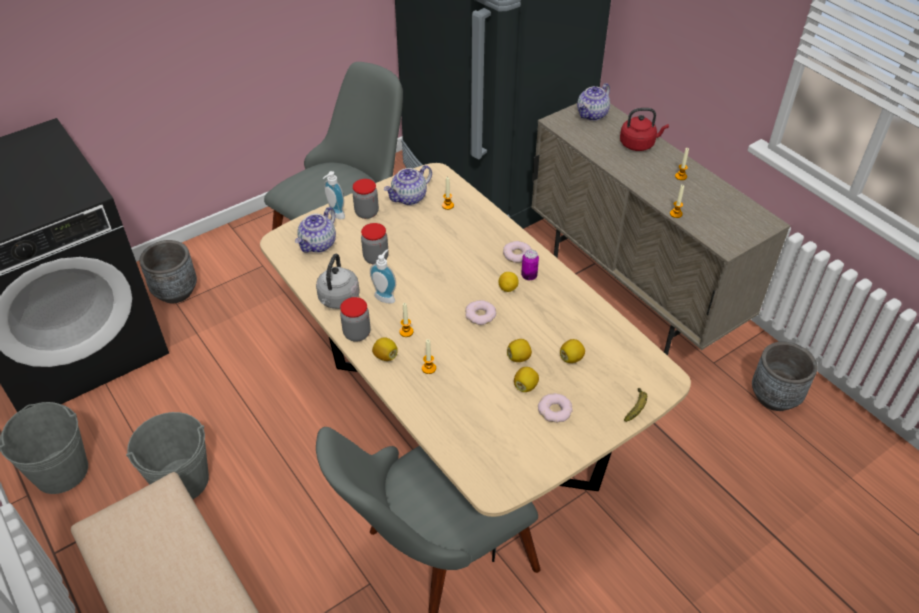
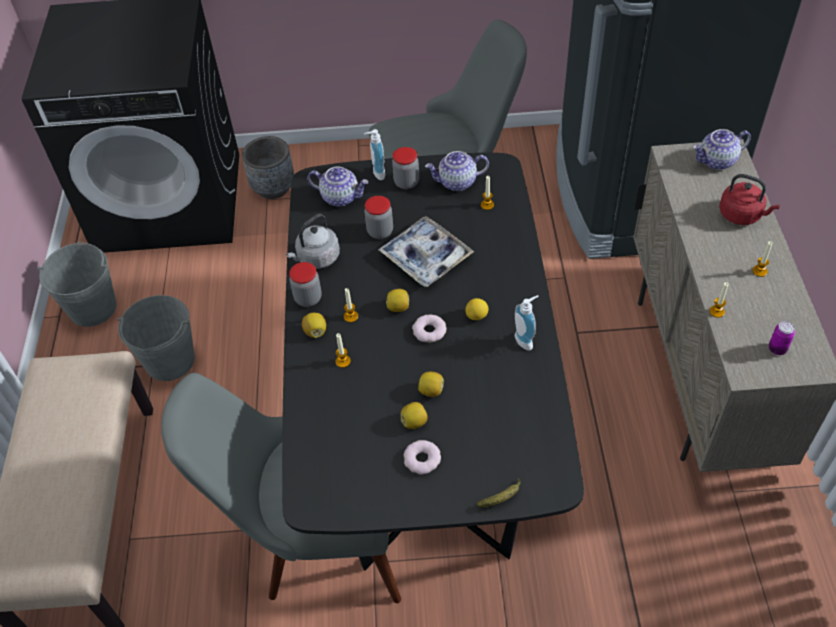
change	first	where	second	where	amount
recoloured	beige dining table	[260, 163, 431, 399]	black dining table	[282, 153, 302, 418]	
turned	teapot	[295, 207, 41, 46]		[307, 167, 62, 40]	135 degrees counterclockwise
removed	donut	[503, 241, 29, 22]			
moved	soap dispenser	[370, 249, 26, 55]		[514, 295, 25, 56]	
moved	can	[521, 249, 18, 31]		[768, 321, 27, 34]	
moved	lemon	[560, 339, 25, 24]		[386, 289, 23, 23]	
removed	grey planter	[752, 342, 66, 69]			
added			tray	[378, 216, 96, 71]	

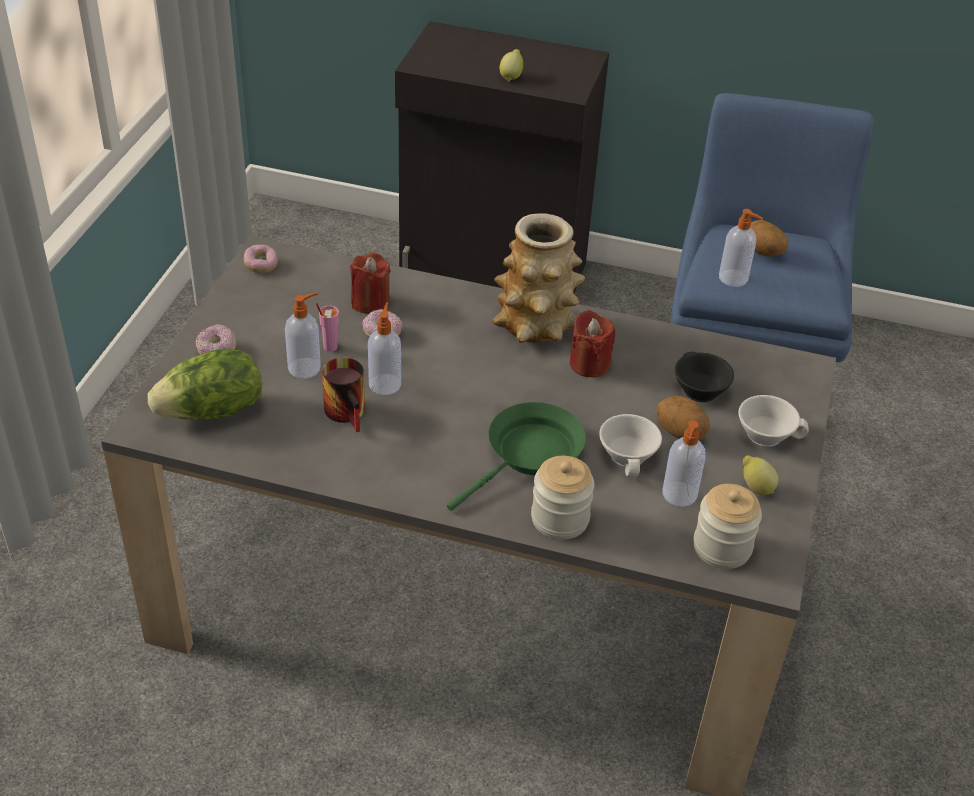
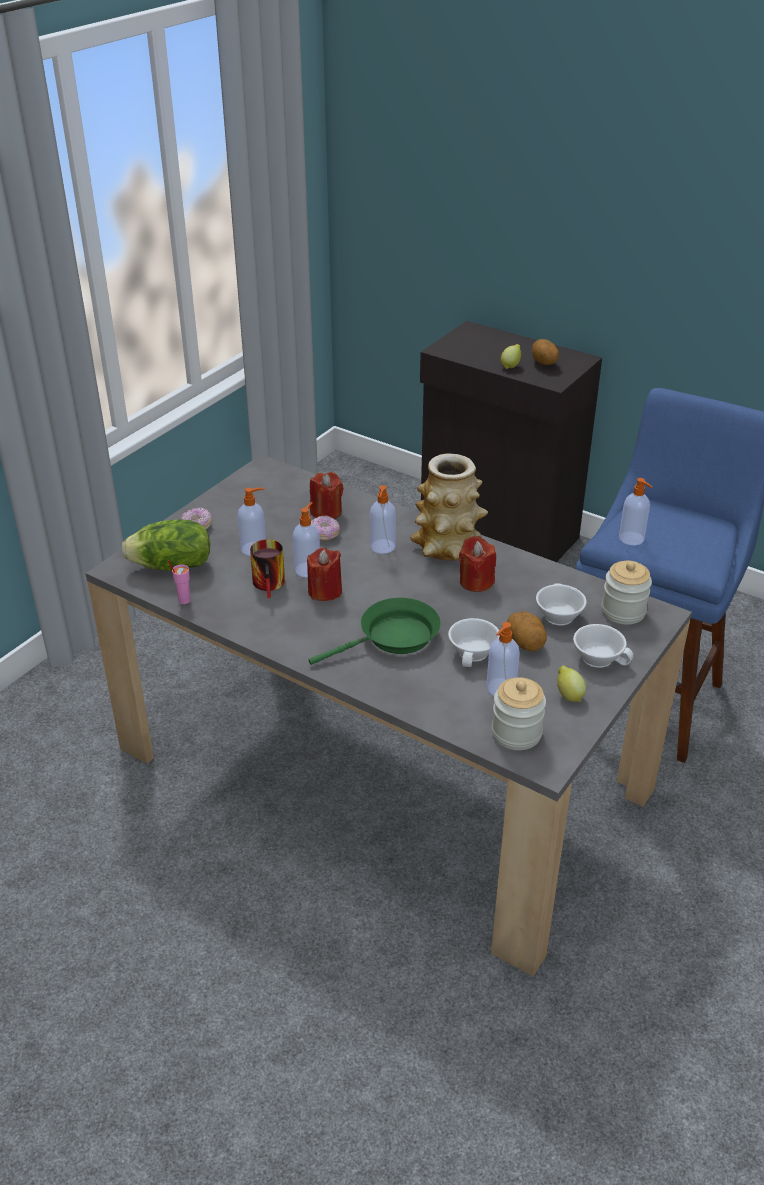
change	first	where	second	where	amount
moved	potato	[750, 220, 38, 37]		[532, 339, 27, 26]	
removed	donut	[244, 245, 34, 28]			
moved	pink cup	[316, 303, 23, 49]		[168, 560, 23, 44]	
recoloured	black cup	[675, 352, 59, 50]	white cup	[536, 583, 51, 42]	
moved	jar	[531, 456, 64, 84]		[601, 561, 51, 64]	
added			soap dispenser	[370, 485, 26, 69]	
added			red candle	[307, 548, 35, 53]	

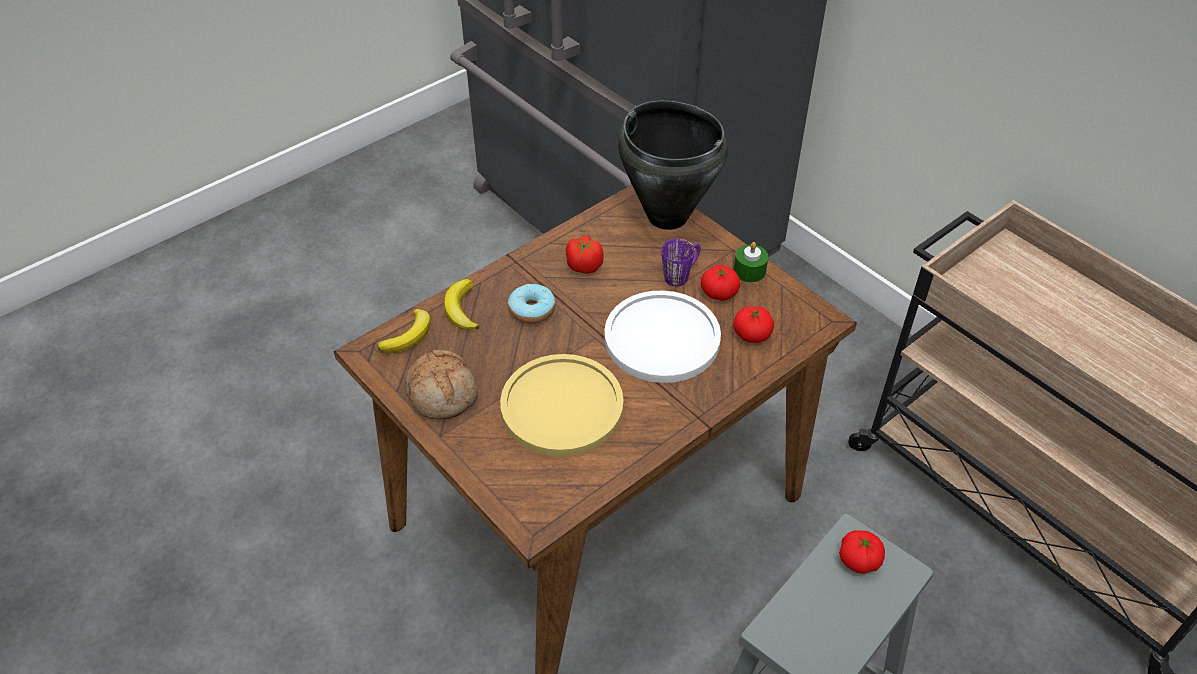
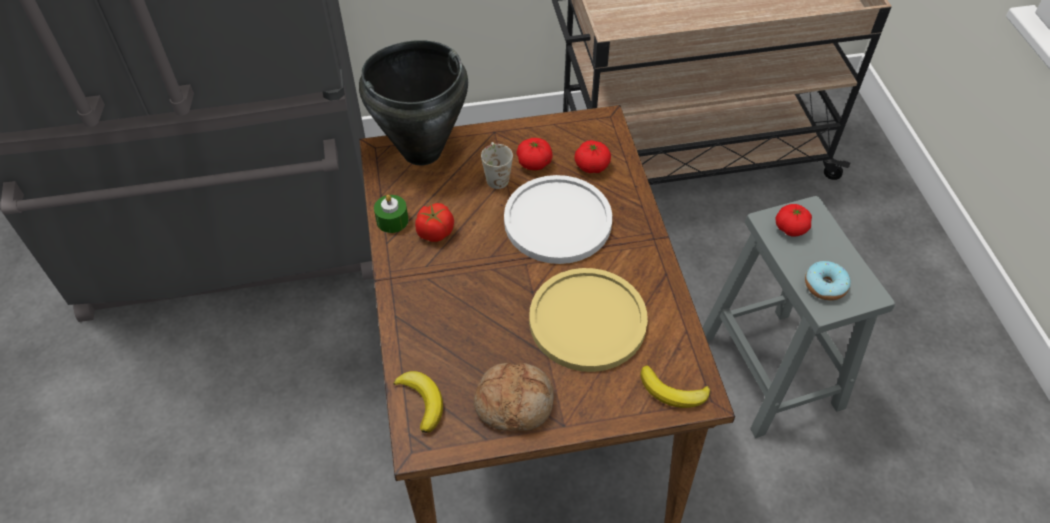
change	first	where	second	where	amount
recoloured	purple mug	[661, 239, 40, 47]	white mug	[481, 142, 32, 47]	
moved	green candle	[734, 242, 34, 40]		[374, 194, 35, 39]	
moved	banana	[444, 279, 36, 51]		[640, 365, 70, 43]	
moved	donut	[508, 284, 47, 40]		[805, 261, 46, 40]	

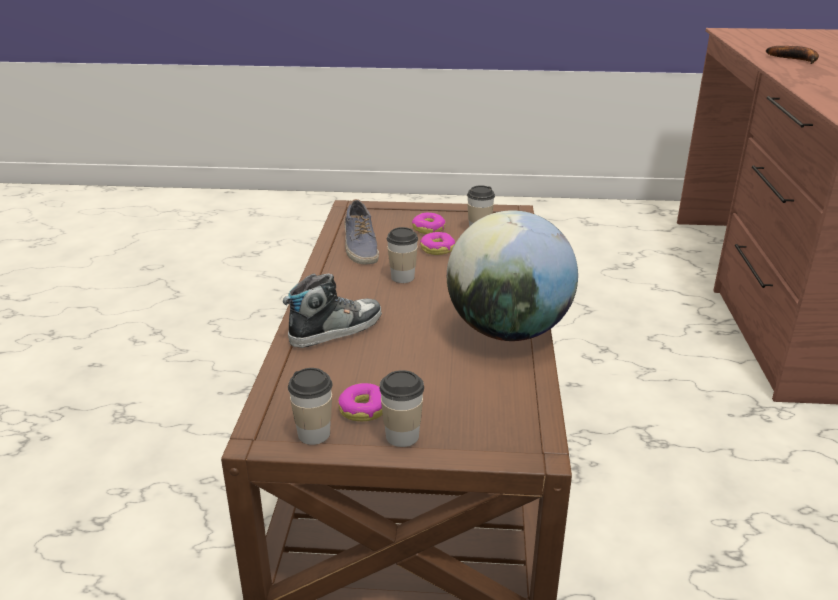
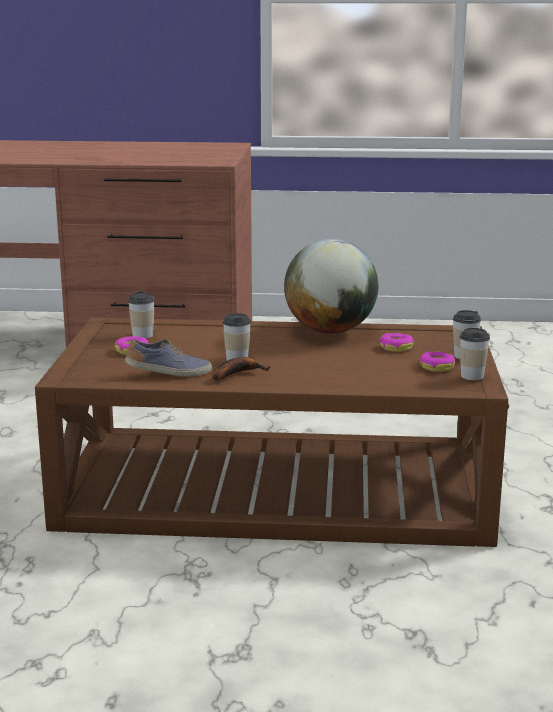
change	first	where	second	where	amount
moved	banana	[766, 46, 53, 18]		[212, 357, 58, 24]	
moved	donut	[420, 232, 35, 23]		[379, 333, 35, 19]	
removed	shoe	[283, 274, 99, 74]			

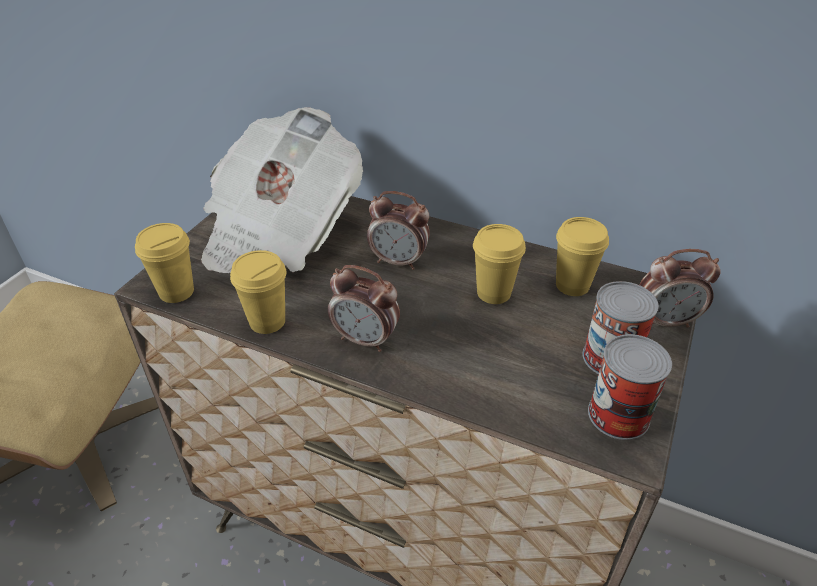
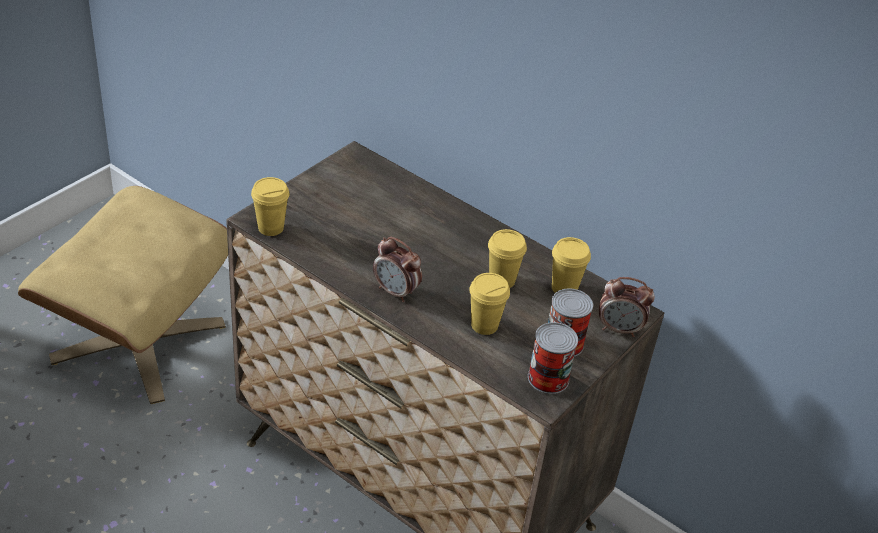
change	first	where	second	where	amount
removed	newspaper	[201, 107, 162, 166]			
removed	alarm clock	[367, 191, 63, 79]			
moved	yellow cup	[230, 250, 56, 84]		[469, 273, 41, 62]	

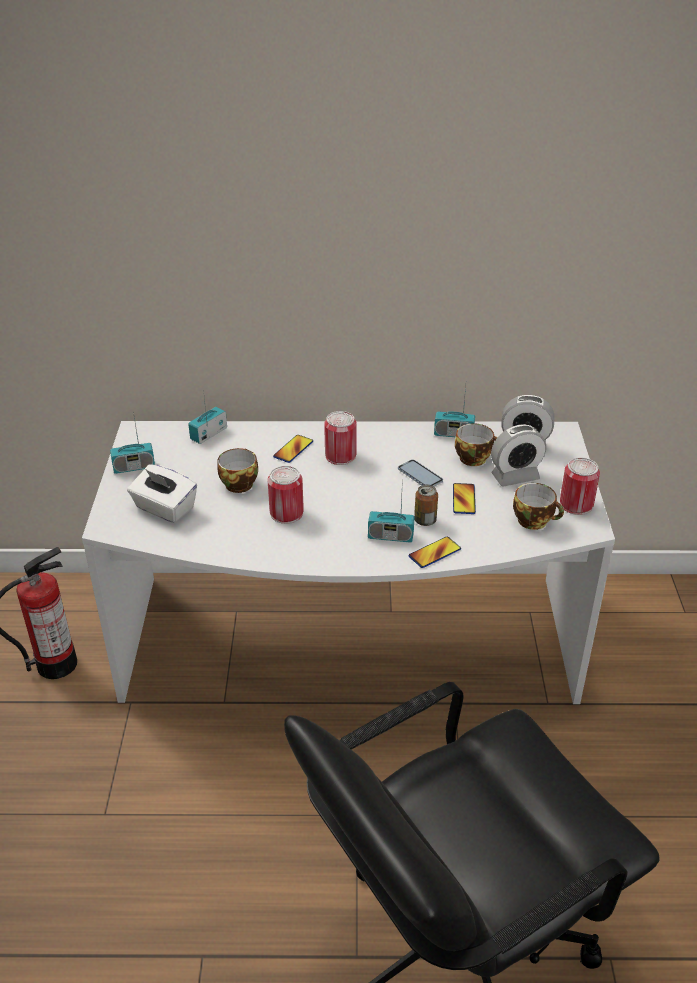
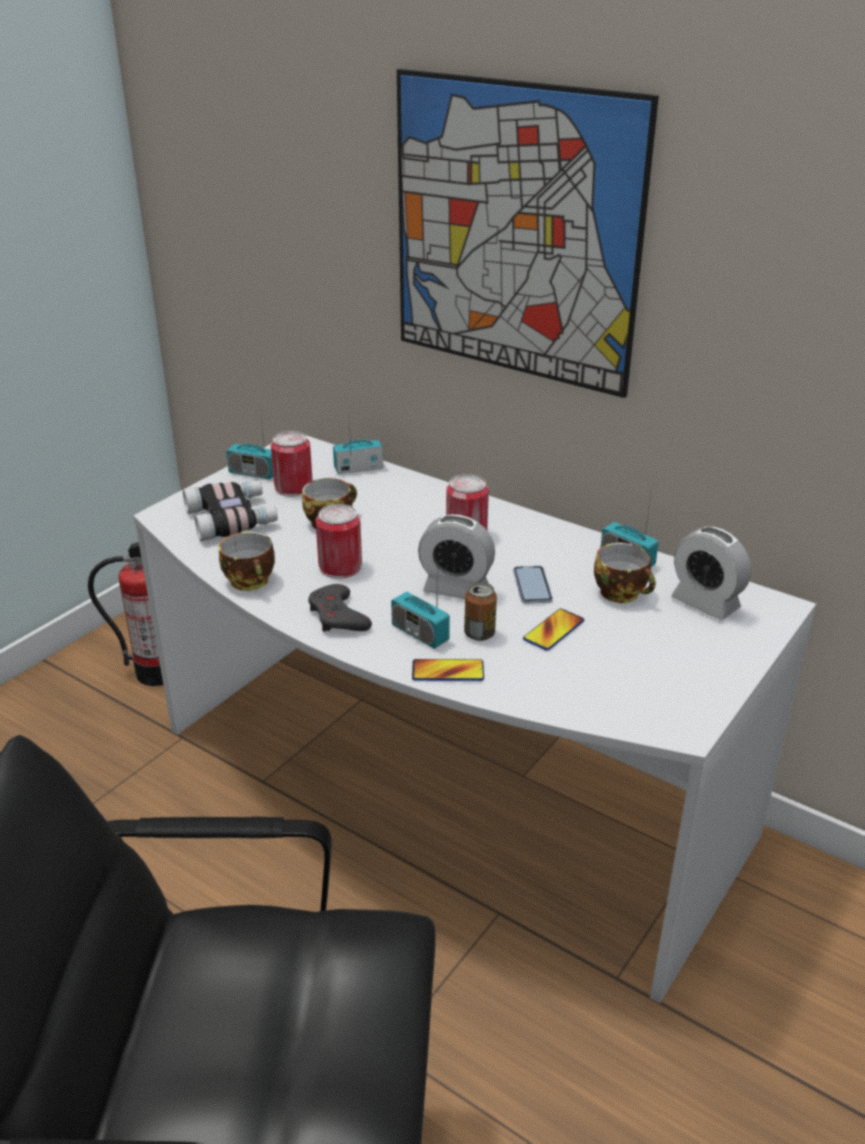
change	first	where	second	where	amount
moved	alarm clock	[491, 424, 55, 63]		[418, 514, 77, 85]	
removed	phone	[273, 435, 40, 28]			
moved	can	[560, 458, 40, 57]		[271, 431, 42, 65]	
replaced	white tissue box	[127, 464, 70, 59]	binoculars	[183, 481, 95, 60]	
moved	cup	[513, 483, 51, 47]		[219, 532, 56, 59]	
added			picture	[397, 69, 262, 329]	
added			grey game controller	[308, 584, 64, 48]	

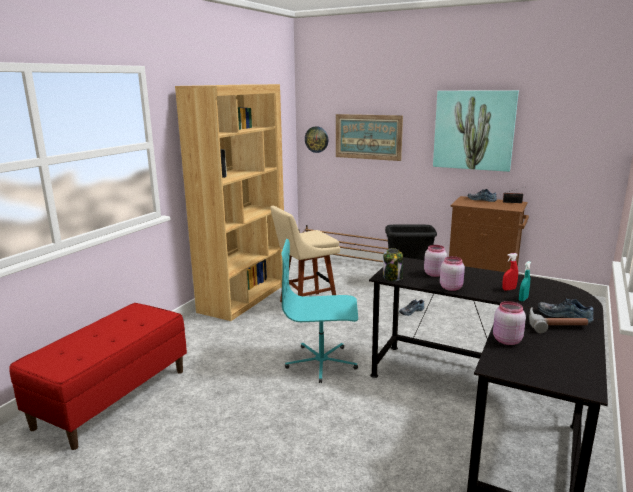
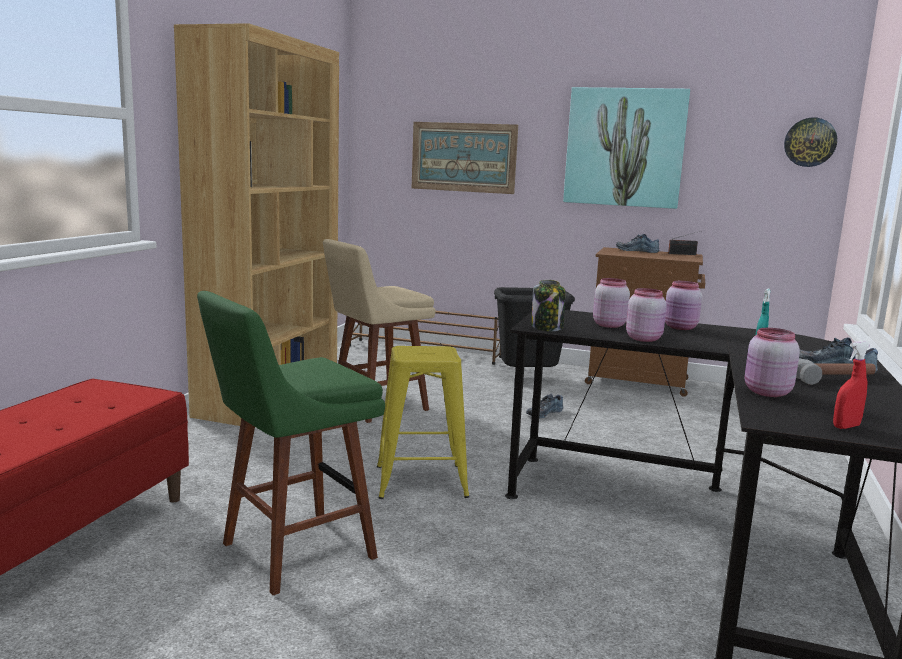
change	first	where	second	where	amount
moved	wall clock	[305, 126, 23, 27]		[784, 117, 53, 50]	
replaced	turquoise office chair	[281, 239, 77, 144]	yellow stool	[377, 346, 92, 153]	
moved	red spray bottle	[502, 253, 16, 37]		[833, 341, 37, 88]	
added			pink jar	[665, 281, 37, 49]	
added			green stool	[197, 291, 188, 304]	

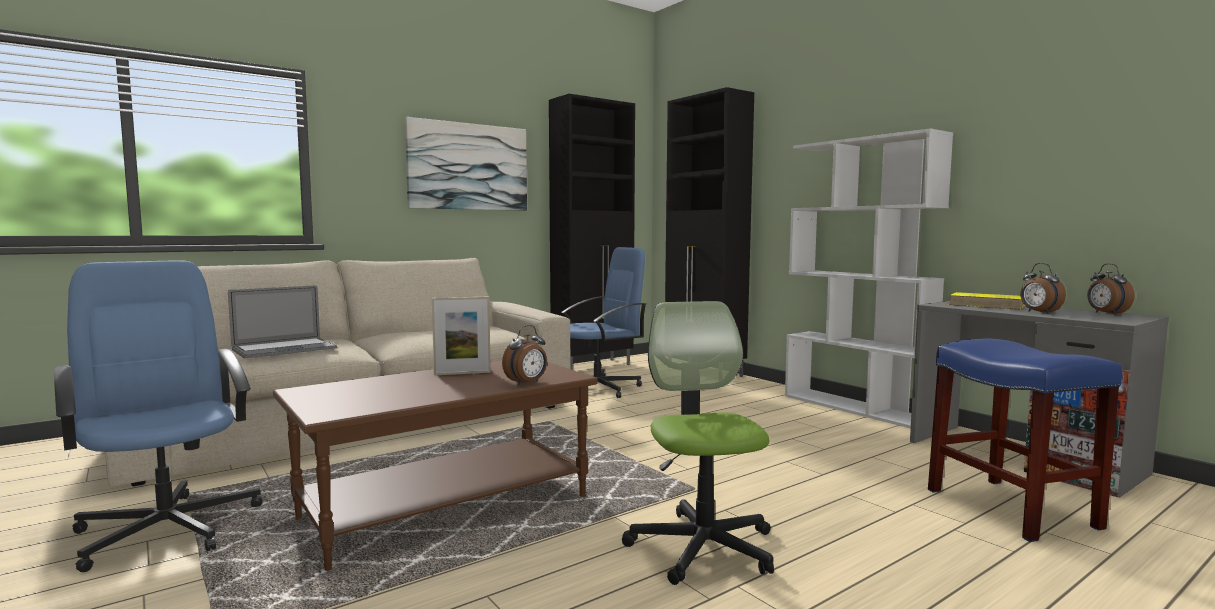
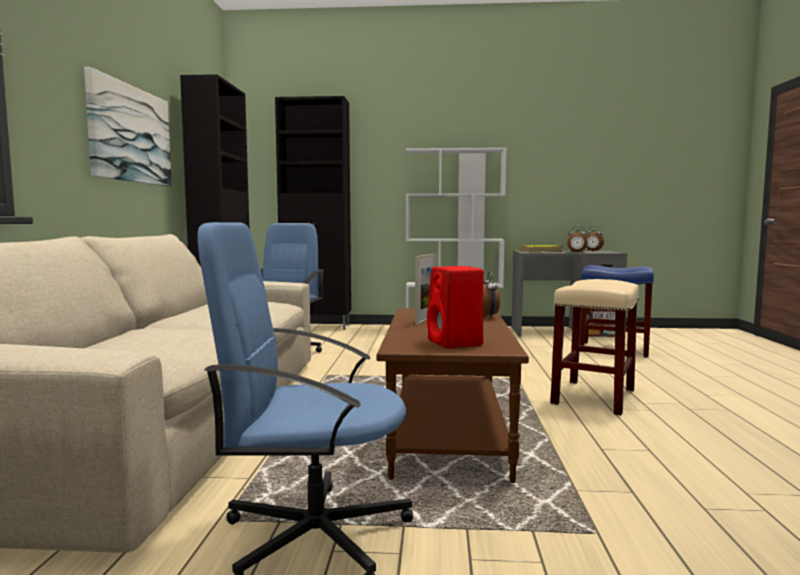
change	first	where	second	where	amount
removed	laptop	[228, 285, 109, 74]			
replaced	office chair	[622, 301, 152, 284]	beige stool	[550, 279, 89, 136]	
added			red speaker	[427, 266, 57, 82]	

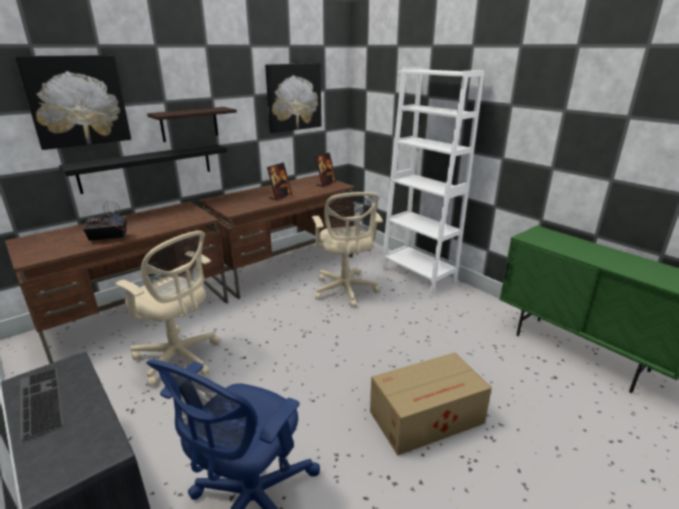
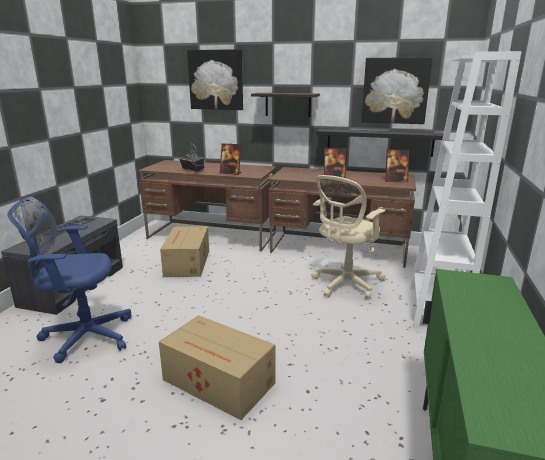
change	first	where	second	where	amount
moved	black shelf	[59, 144, 168, 50]		[317, 129, 127, 28]	
replaced	beige office chair	[115, 231, 106, 156]	cardboard box	[160, 226, 49, 51]	
added			picture frame	[220, 143, 21, 32]	

